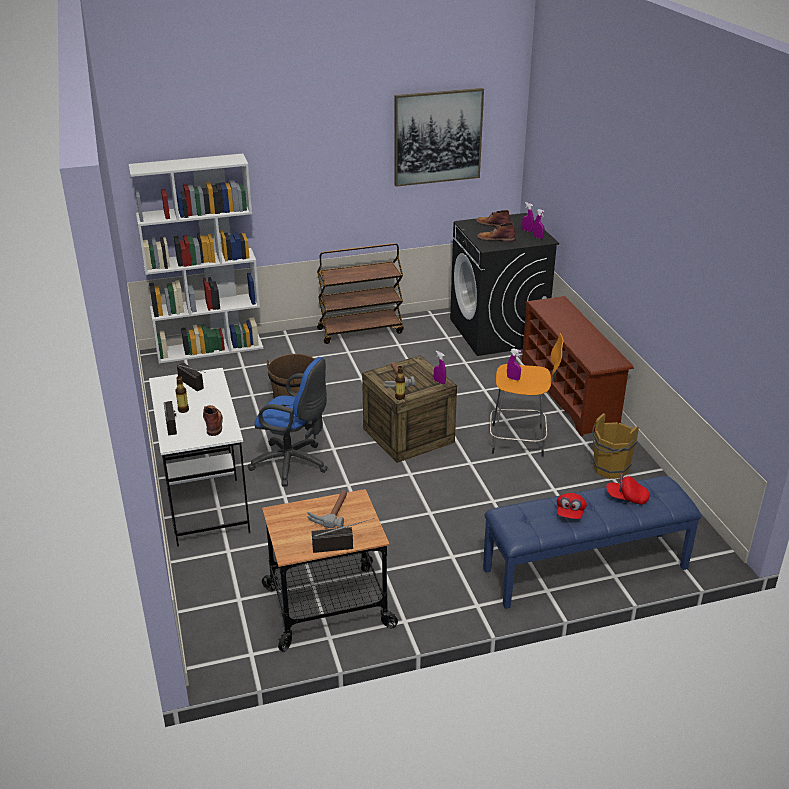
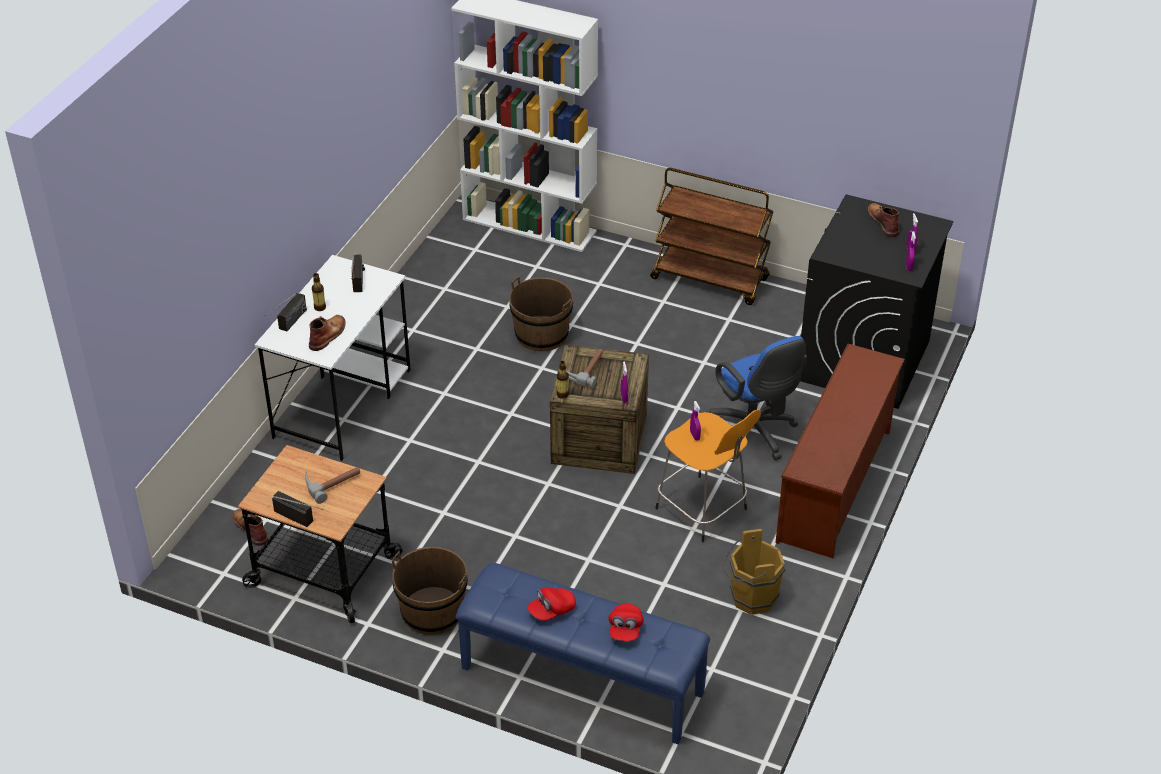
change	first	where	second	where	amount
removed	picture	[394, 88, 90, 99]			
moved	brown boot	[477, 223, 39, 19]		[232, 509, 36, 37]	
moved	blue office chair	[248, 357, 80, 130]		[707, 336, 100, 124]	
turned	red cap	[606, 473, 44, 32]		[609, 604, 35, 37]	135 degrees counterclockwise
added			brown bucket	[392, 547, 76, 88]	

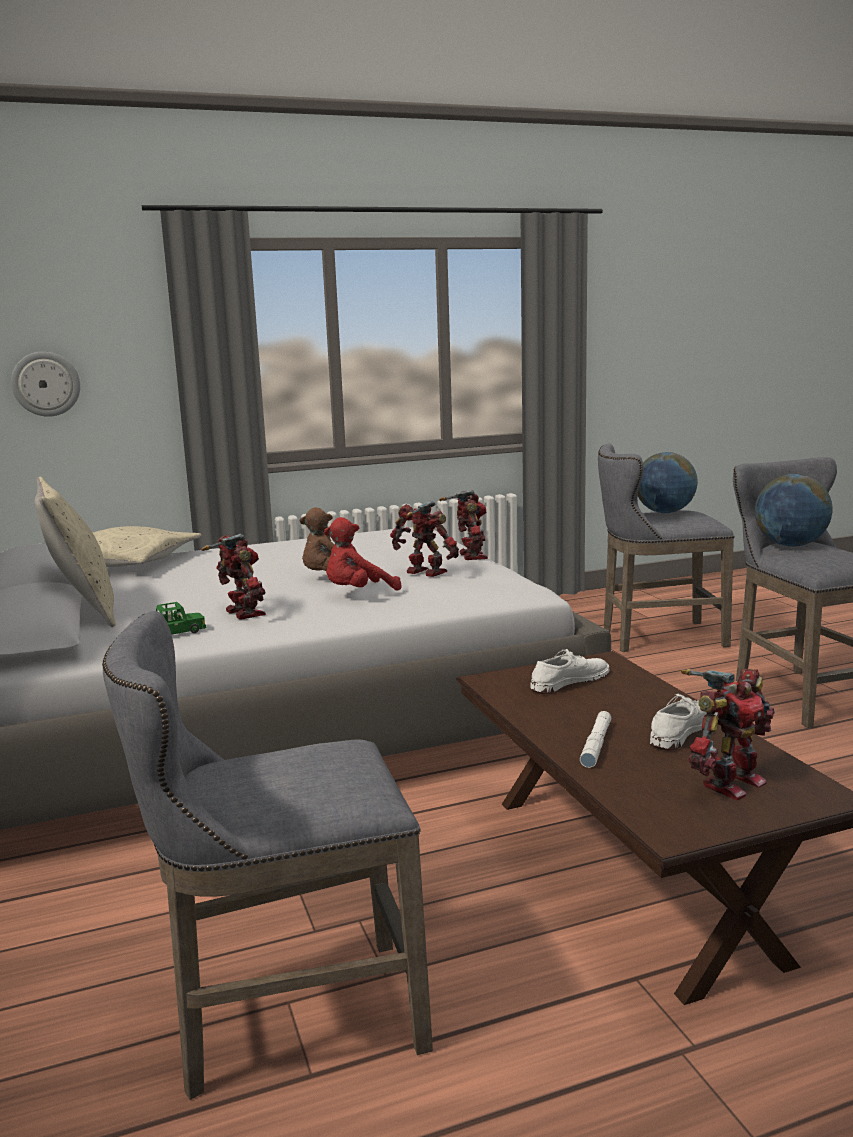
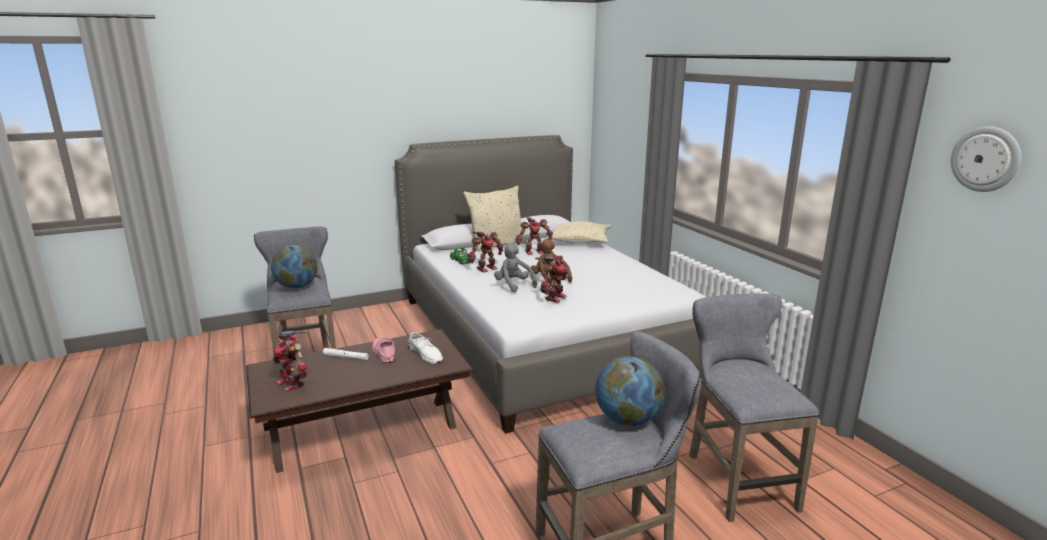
change	first	where	second	where	amount
moved	wall clock	[11, 351, 69, 66]		[951, 126, 70, 66]	
moved	globe	[638, 452, 60, 61]		[271, 245, 47, 44]	
moved	toy robot	[439, 490, 49, 70]		[516, 217, 37, 38]	
recoloured	red plush toy	[324, 517, 78, 74]	grey plush toy	[494, 243, 43, 50]	
removed	white shoe	[650, 694, 68, 57]			
added			pink shoe	[372, 336, 23, 27]	

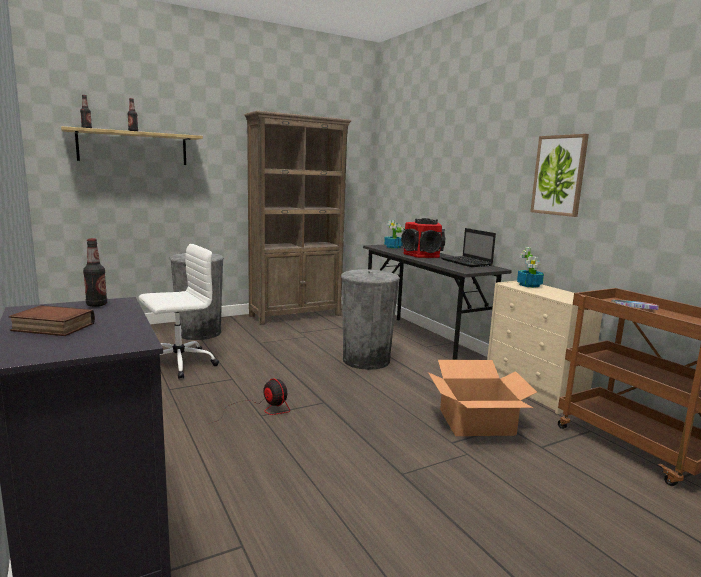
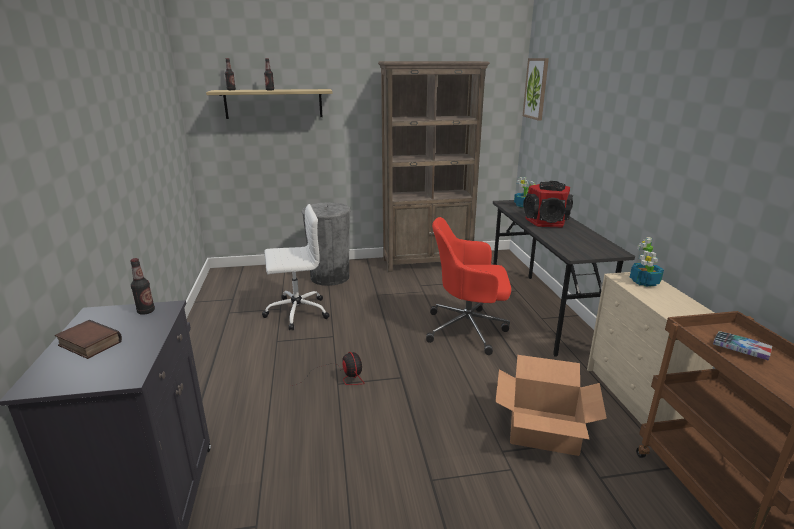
change	first	where	second	where	amount
moved	picture	[530, 134, 59, 83]		[523, 58, 26, 63]	
removed	laptop	[441, 228, 55, 39]			
replaced	grey trash can	[341, 269, 59, 101]	red office chair	[426, 217, 85, 138]	

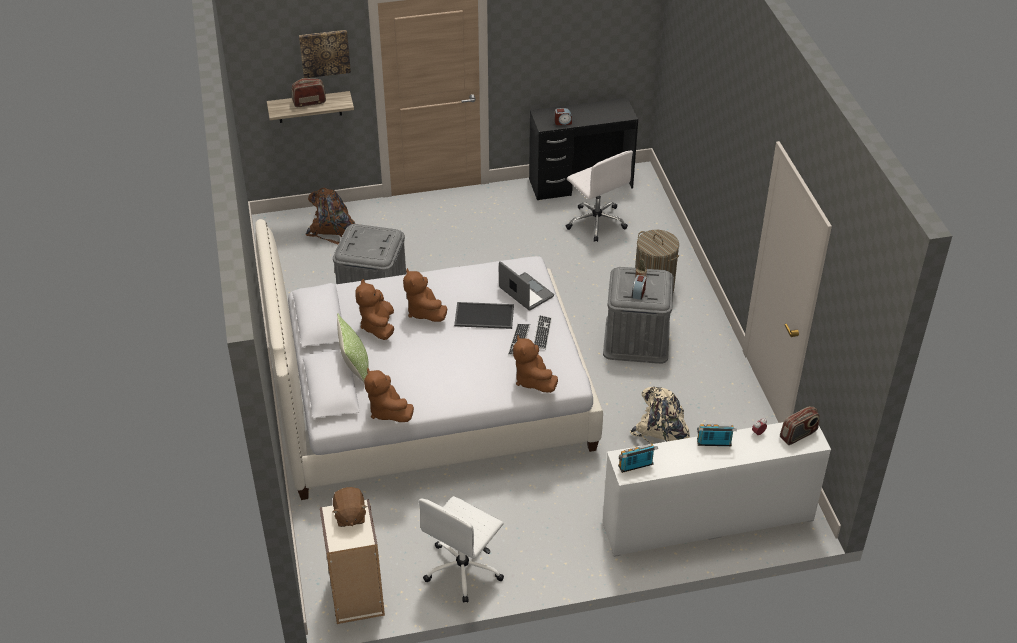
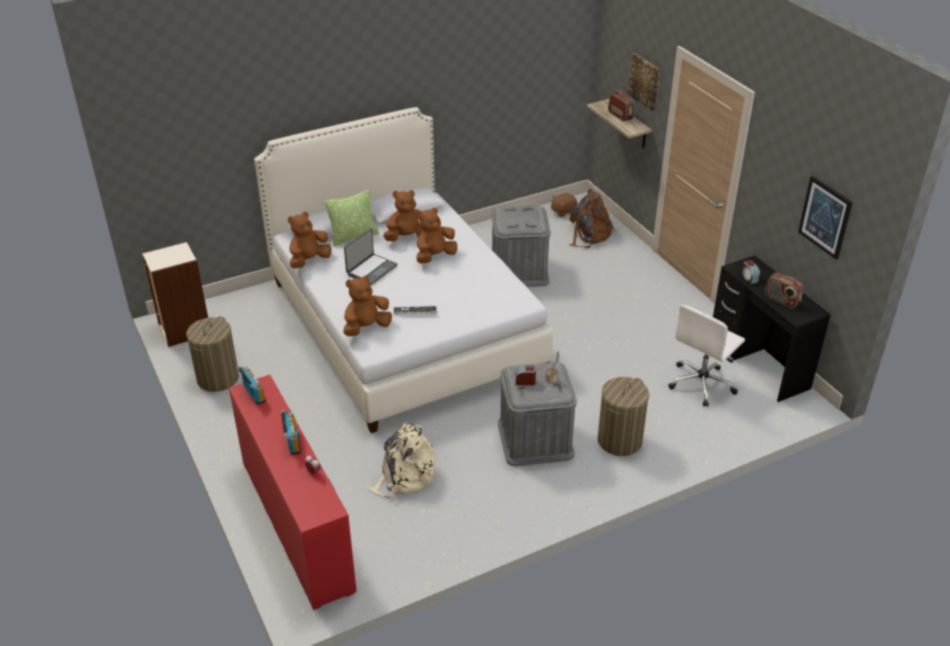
change	first	where	second	where	amount
moved	laptop	[499, 261, 55, 50]		[344, 228, 54, 57]	
removed	tray	[454, 302, 60, 27]			
removed	keyboard	[534, 315, 18, 34]			
moved	radio	[780, 406, 40, 39]		[765, 273, 38, 35]	
recoloured	white dresser	[602, 422, 229, 135]	red dresser	[229, 375, 128, 235]	
moved	brown plush toy	[333, 487, 34, 40]		[551, 193, 27, 24]	
replaced	white office chair	[419, 496, 85, 107]	laundry basket	[186, 317, 53, 75]	
added			picture	[798, 176, 55, 83]	

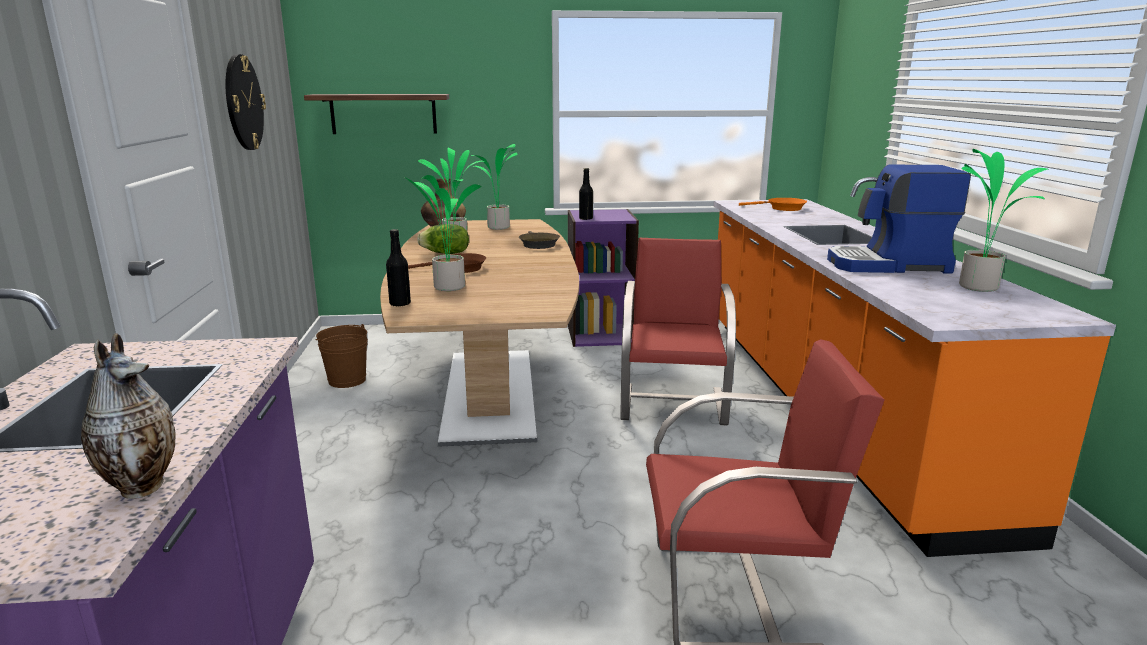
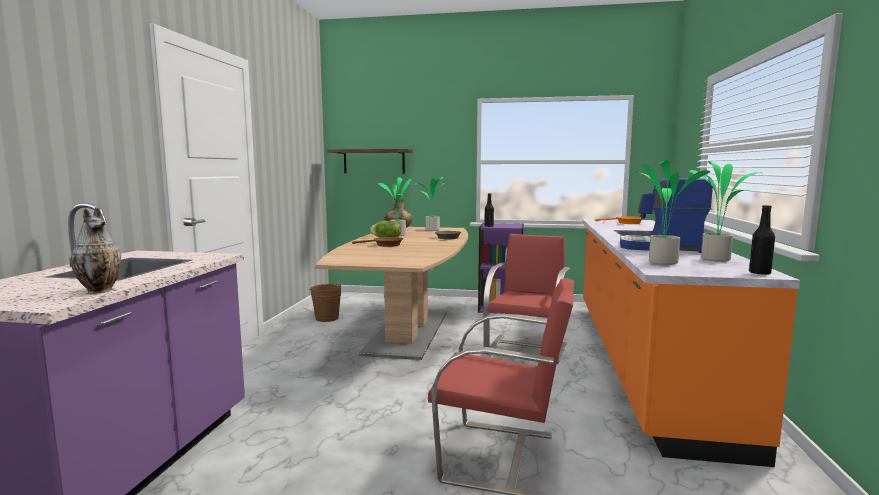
change	first	where	second	where	amount
removed	wall clock	[226, 54, 40, 96]			
moved	potted plant	[404, 175, 78, 116]		[635, 160, 75, 105]	
moved	black bottle	[386, 229, 25, 78]		[749, 205, 26, 70]	

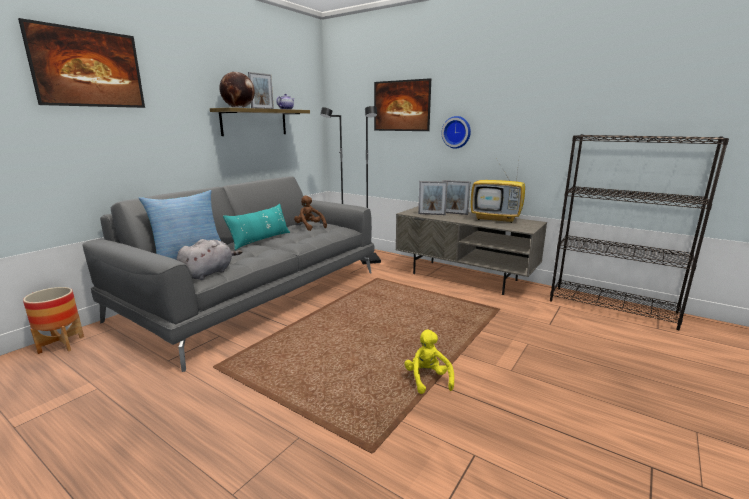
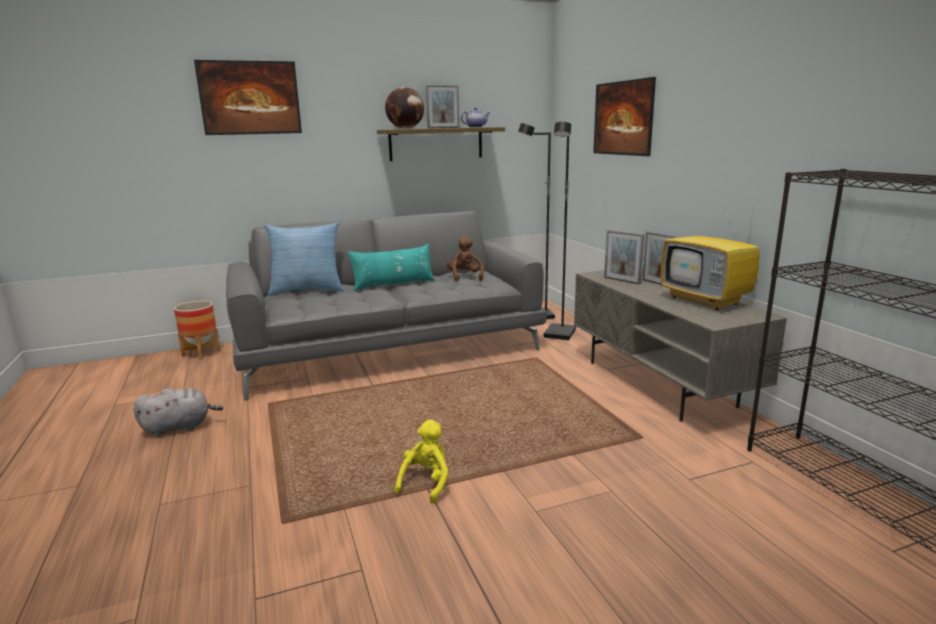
change	first	where	second	where	amount
removed	wall clock	[442, 116, 29, 33]			
moved	grey plush toy	[177, 239, 65, 41]		[134, 389, 89, 48]	

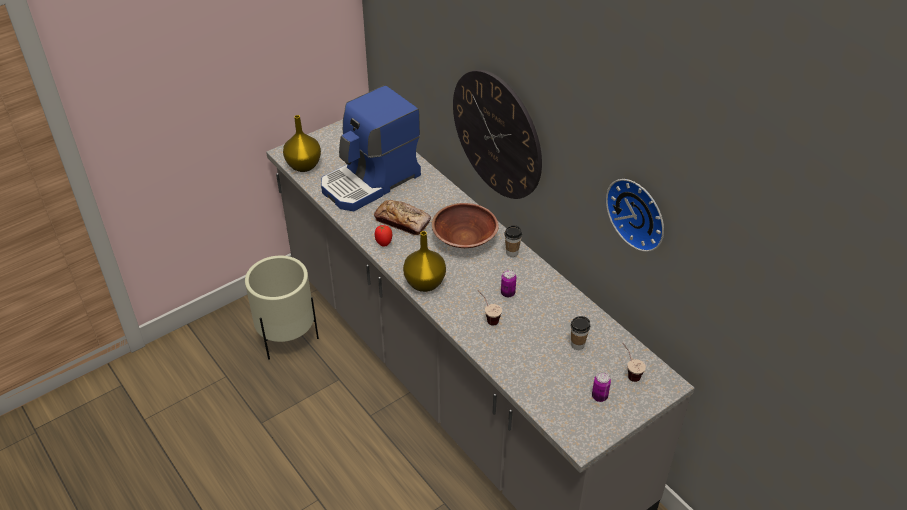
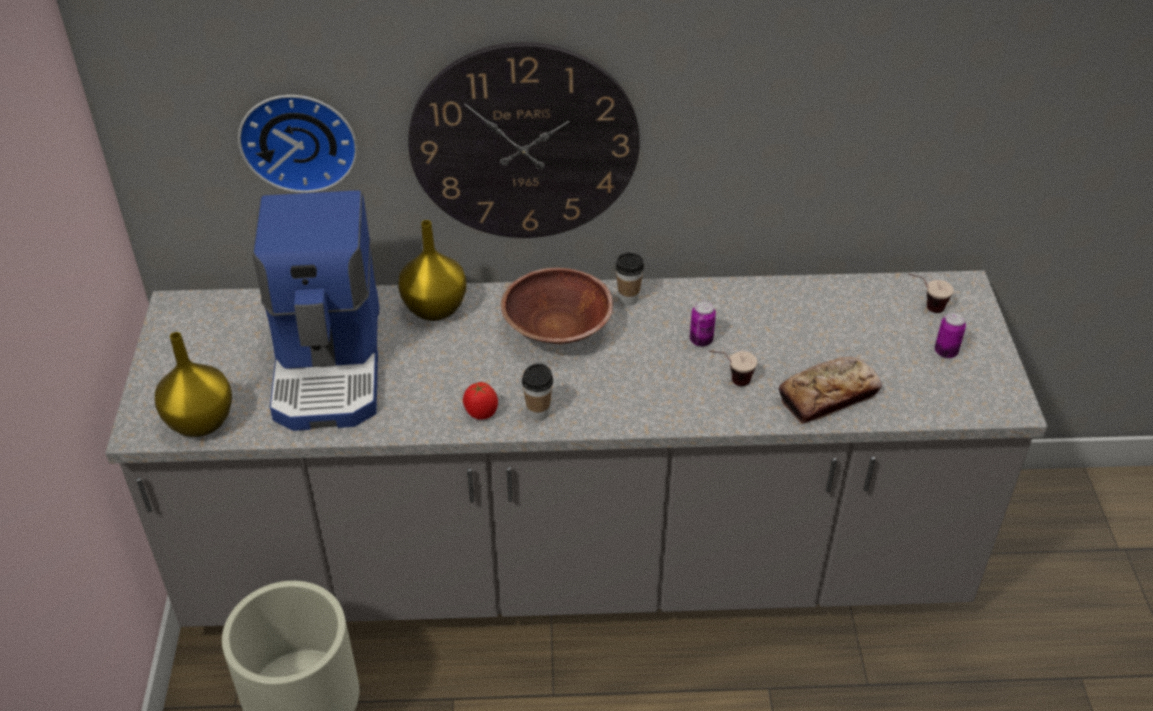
change	first	where	second	where	amount
moved	wall clock	[606, 179, 58, 73]		[238, 95, 120, 98]	
moved	bread	[374, 200, 57, 35]		[779, 356, 103, 68]	
moved	yellow vase	[403, 231, 43, 61]		[398, 220, 69, 101]	
moved	cup	[571, 316, 19, 34]		[522, 364, 31, 57]	

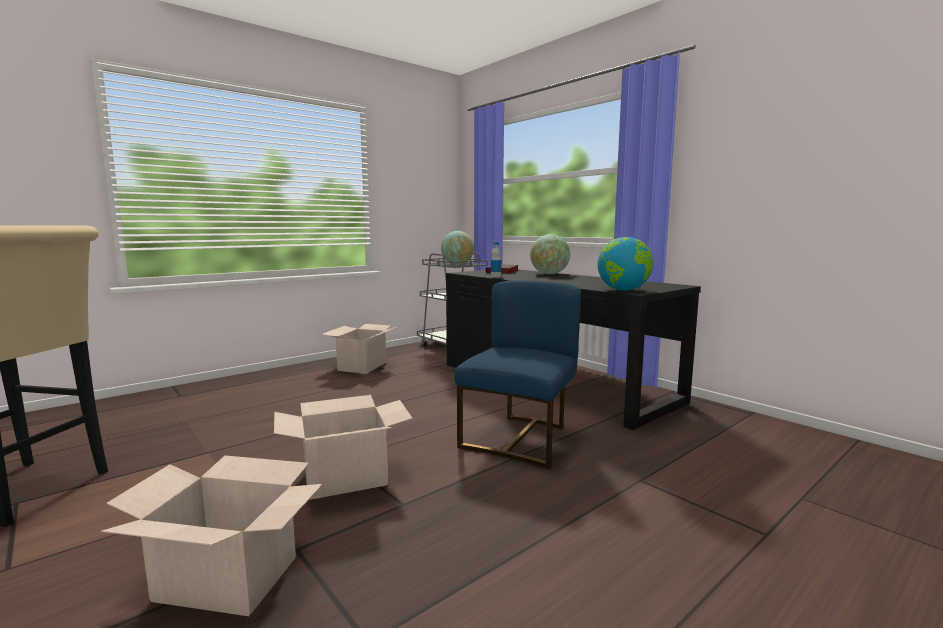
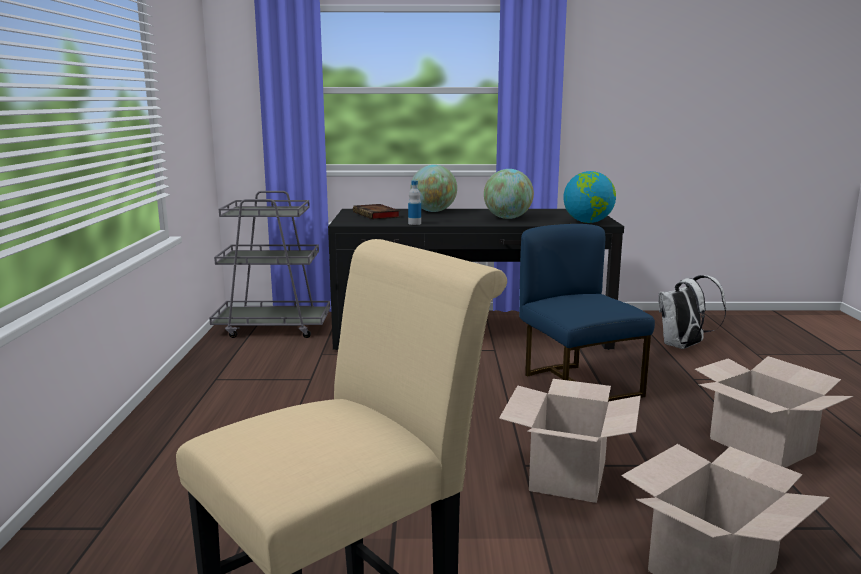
change	first	where	second	where	amount
moved	globe	[441, 231, 33, 34]		[484, 169, 50, 50]	
moved	cardboard box	[323, 324, 73, 50]		[695, 356, 158, 112]	
added			white backpack	[658, 275, 68, 74]	

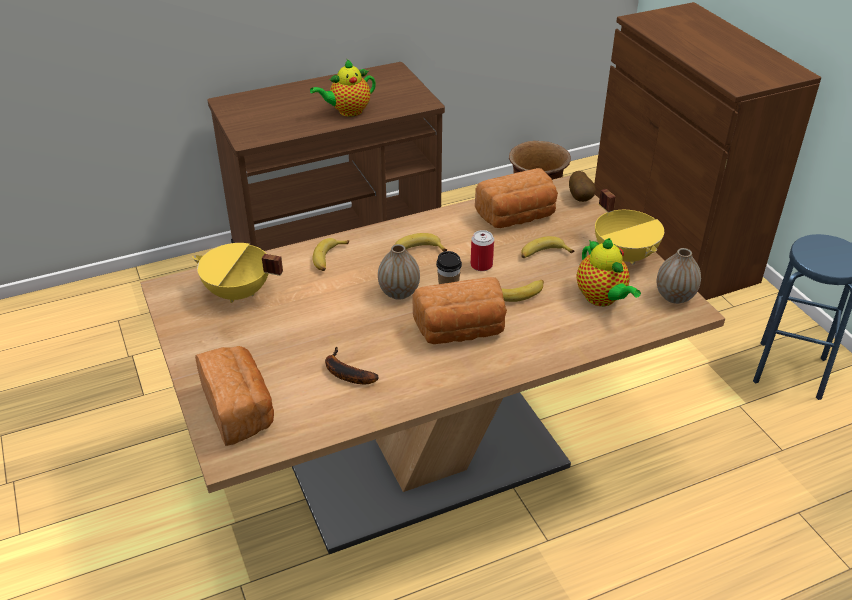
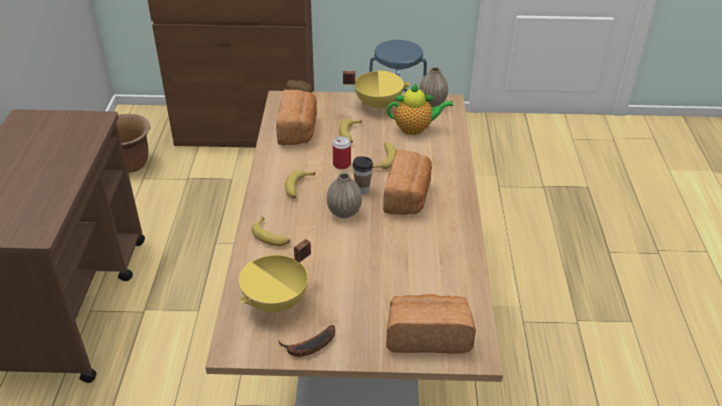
change	first	where	second	where	amount
removed	teapot	[310, 59, 66, 58]			
moved	banana	[325, 347, 54, 38]		[278, 325, 57, 32]	

